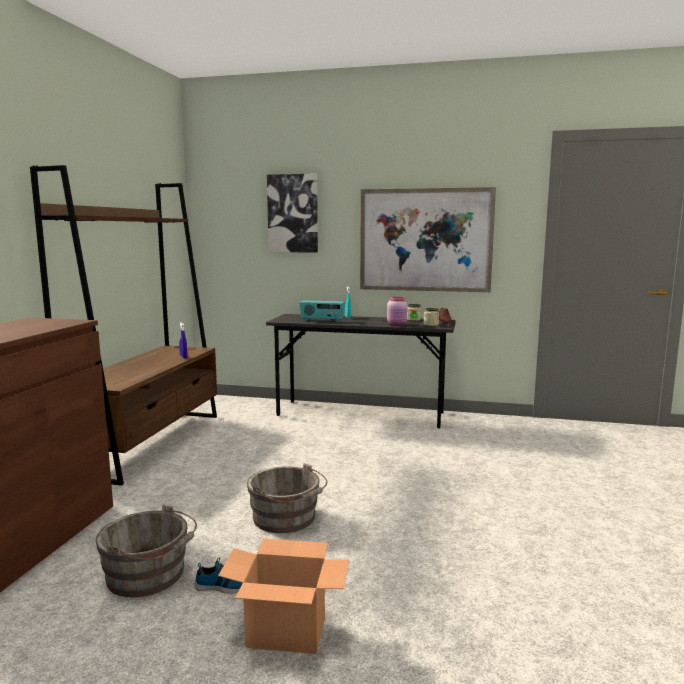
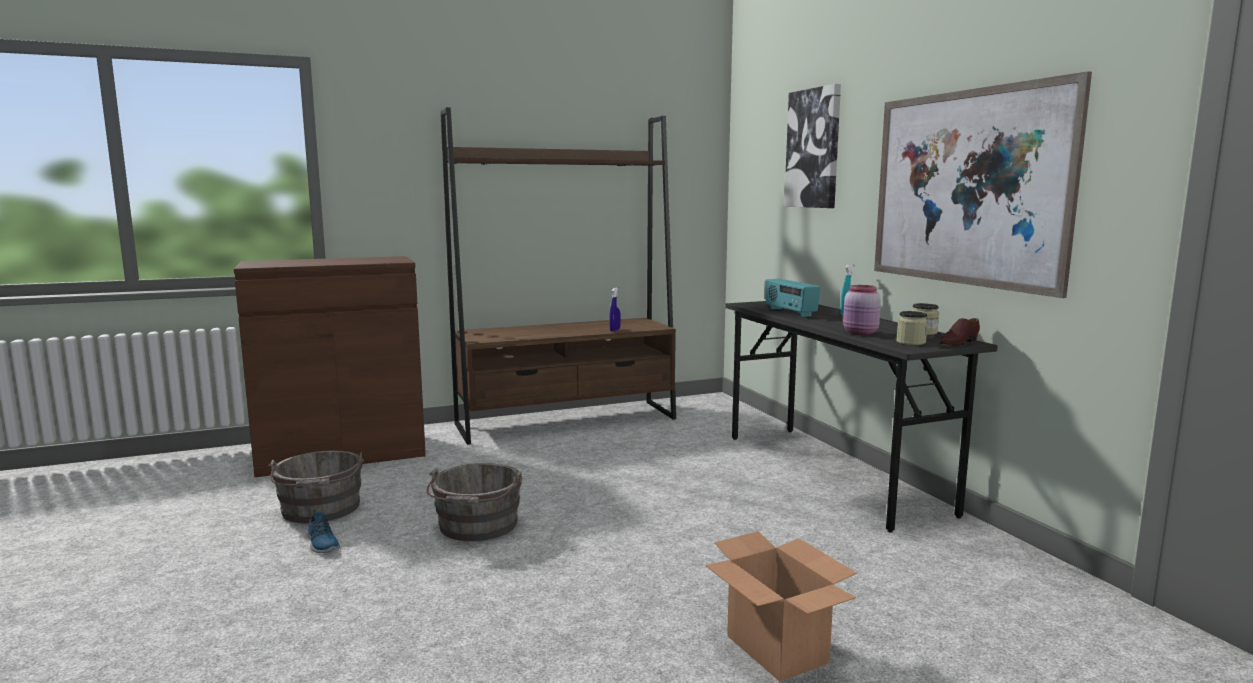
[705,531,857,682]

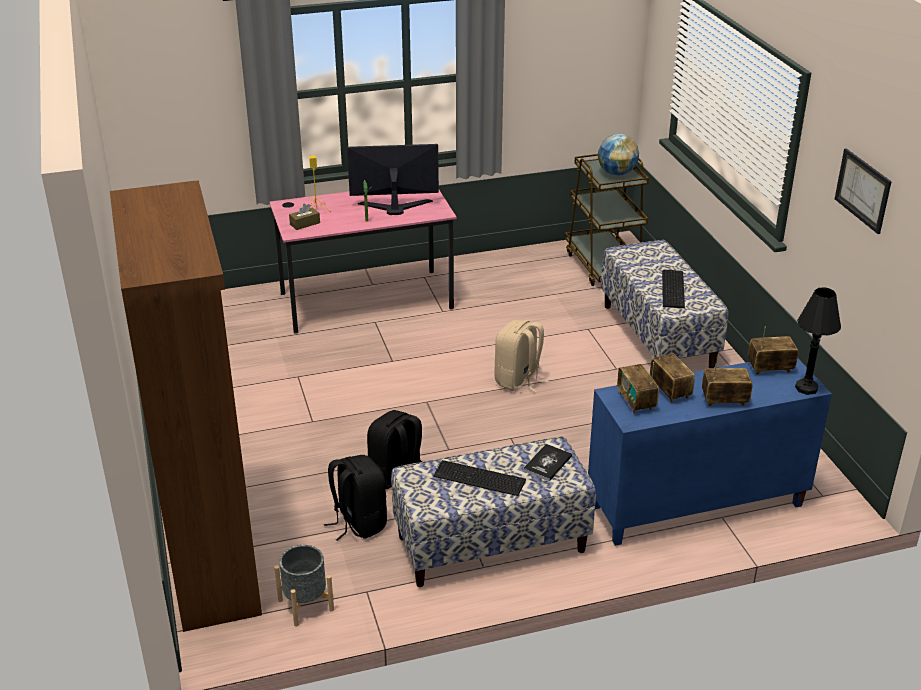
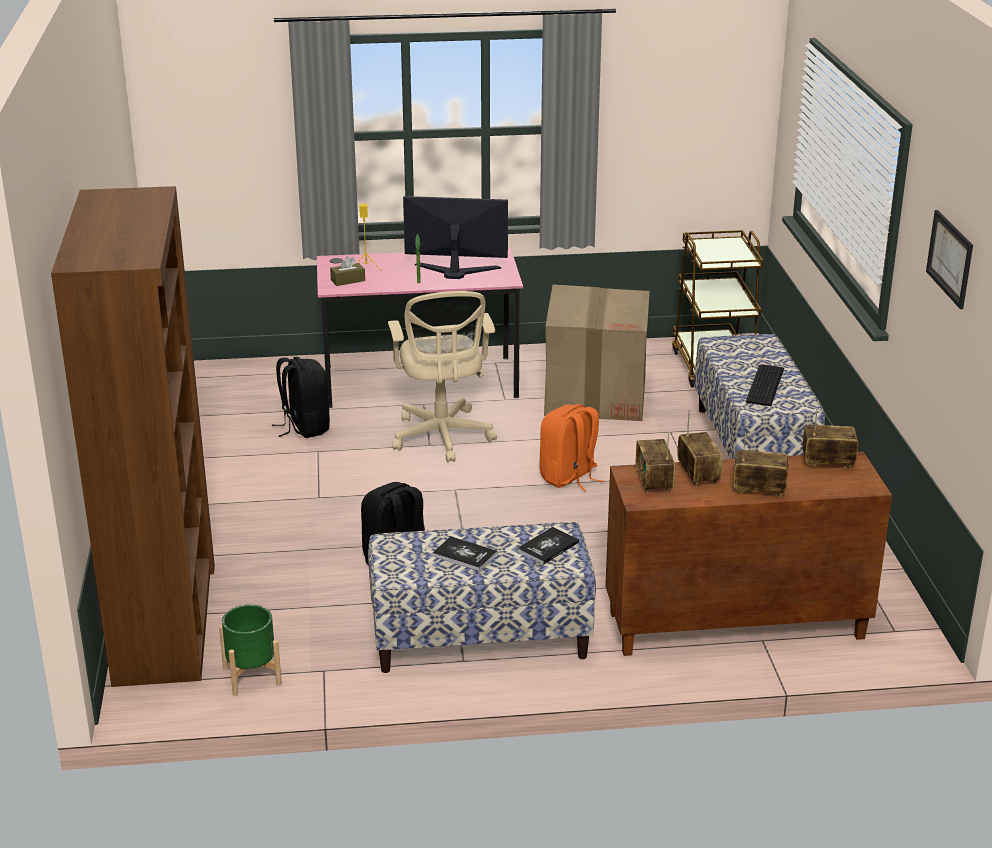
[219,604,282,696]
[272,357,330,438]
[388,291,497,463]
[432,536,498,571]
[540,404,603,492]
[544,285,650,421]
[605,452,892,656]
[598,134,639,176] (first image)
[795,287,841,395] (first image)

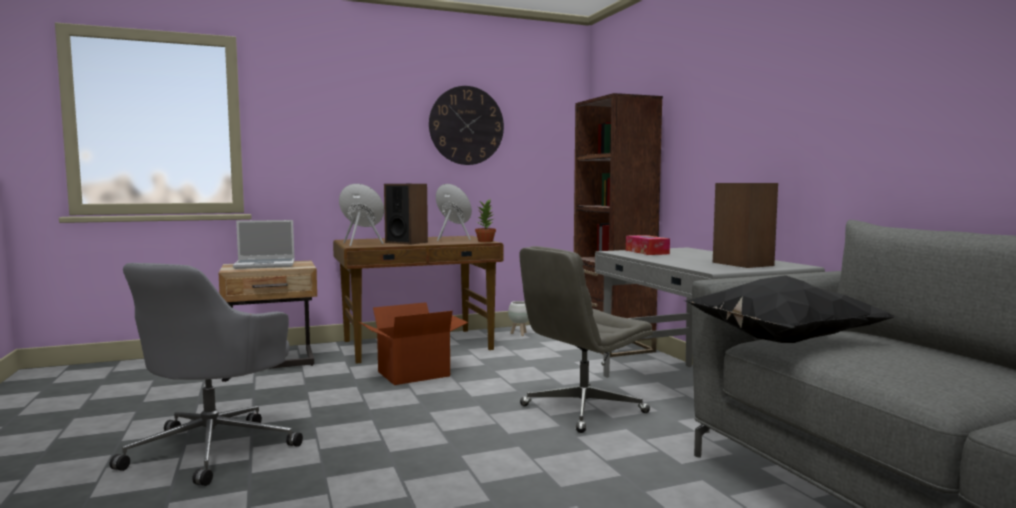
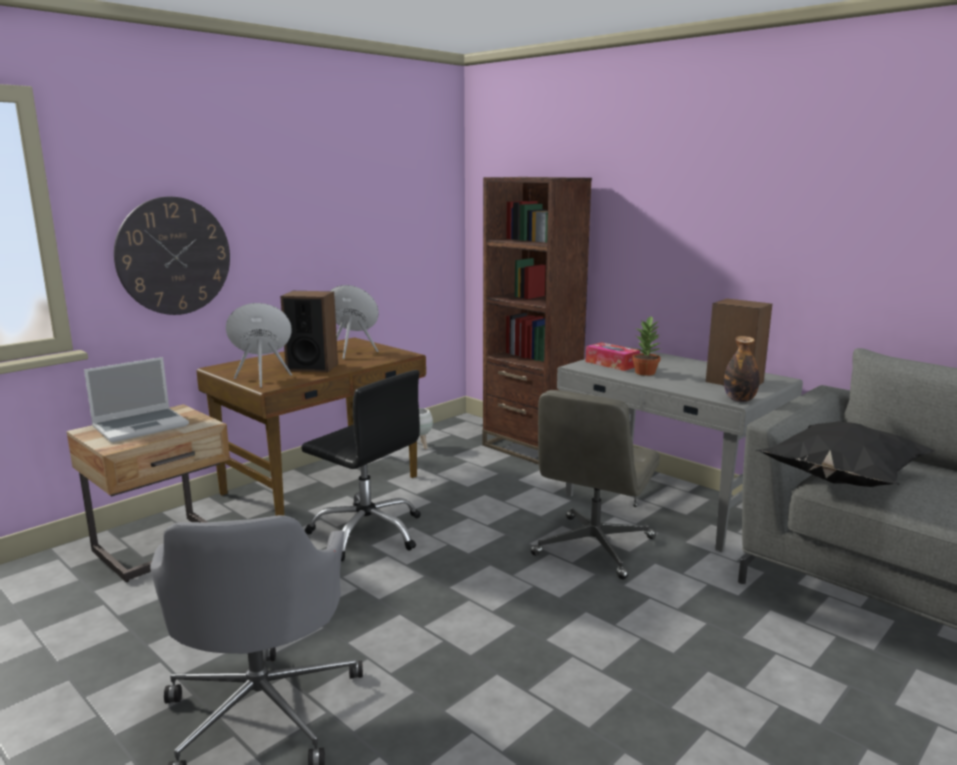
[114,197,230,315]
[301,370,421,561]
[632,315,661,376]
[724,336,760,402]

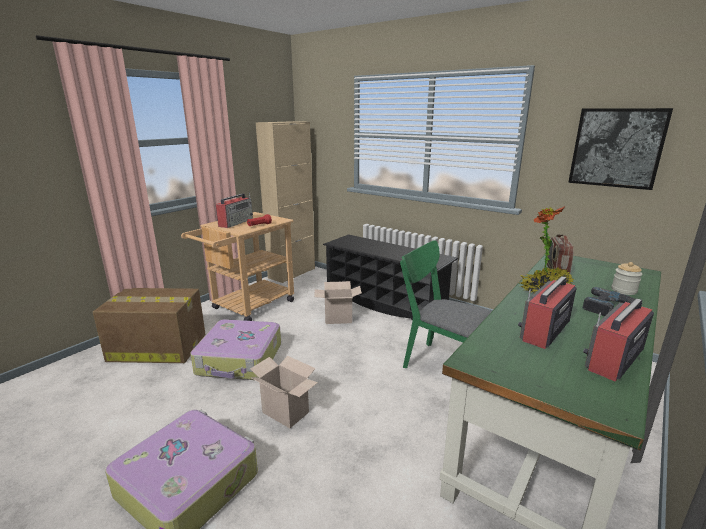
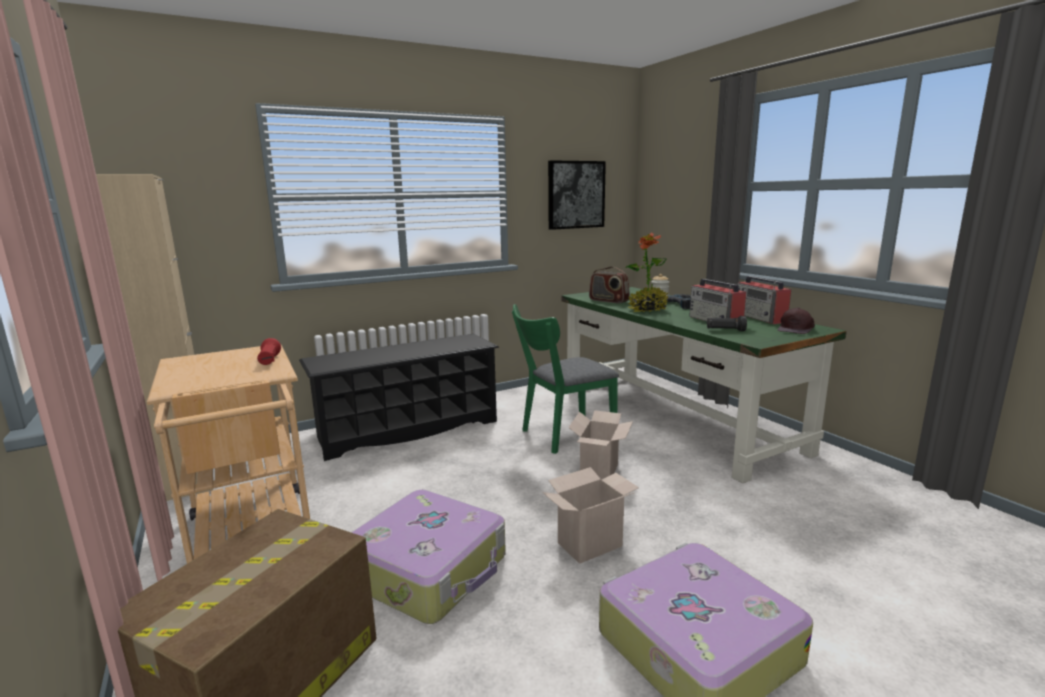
[568,410,633,480]
[706,316,747,331]
[777,308,815,334]
[216,192,253,228] (first image)

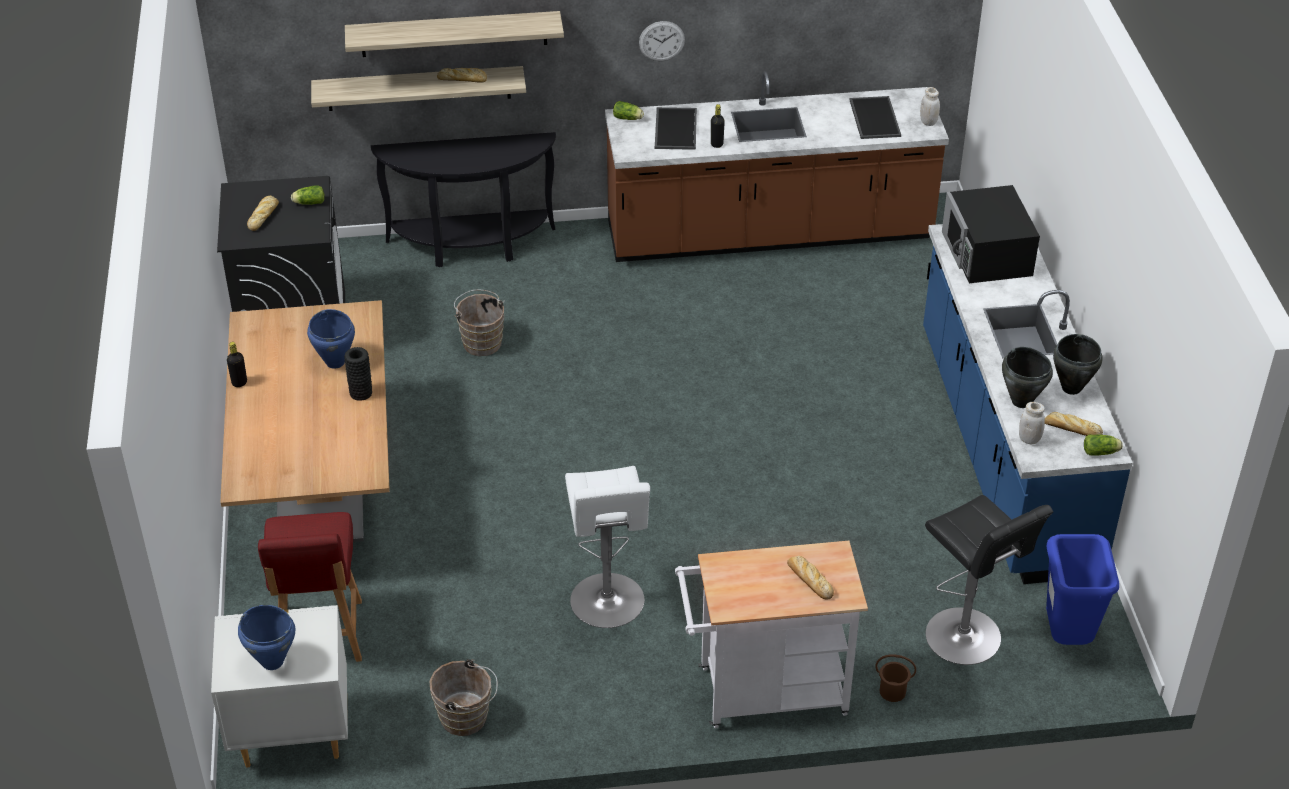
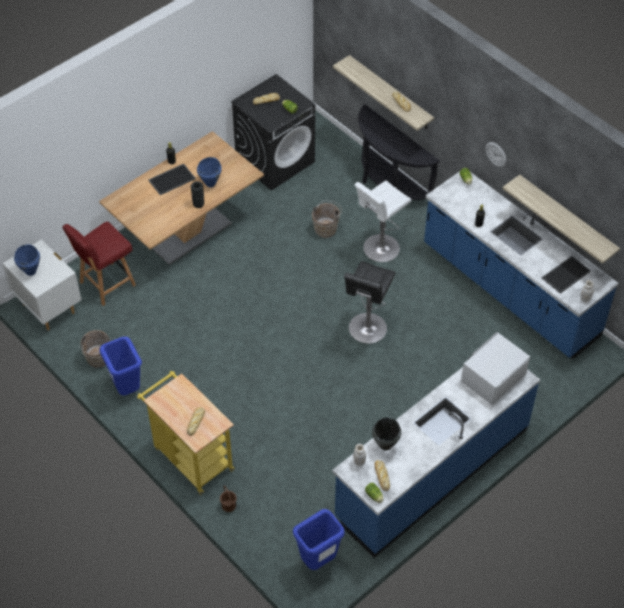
[100,337,142,395]
[137,371,234,495]
[148,164,196,195]
[344,261,396,344]
[355,181,412,262]
[424,171,618,359]
[461,332,530,405]
[502,175,620,264]
[1053,334,1103,395] (first image)

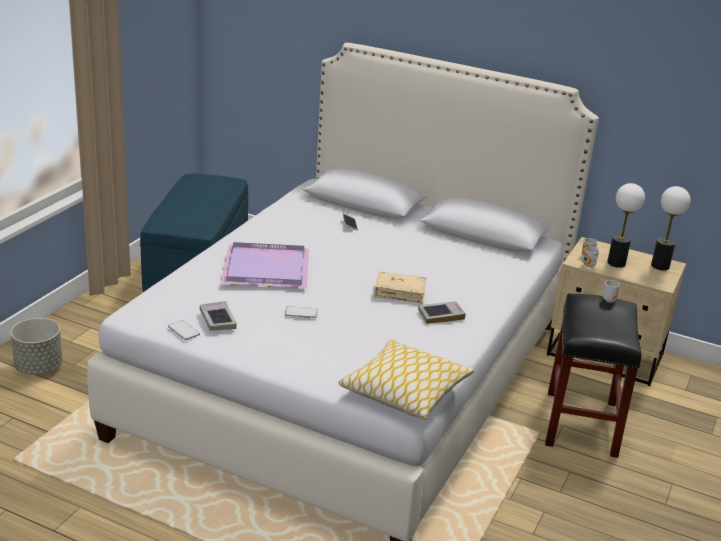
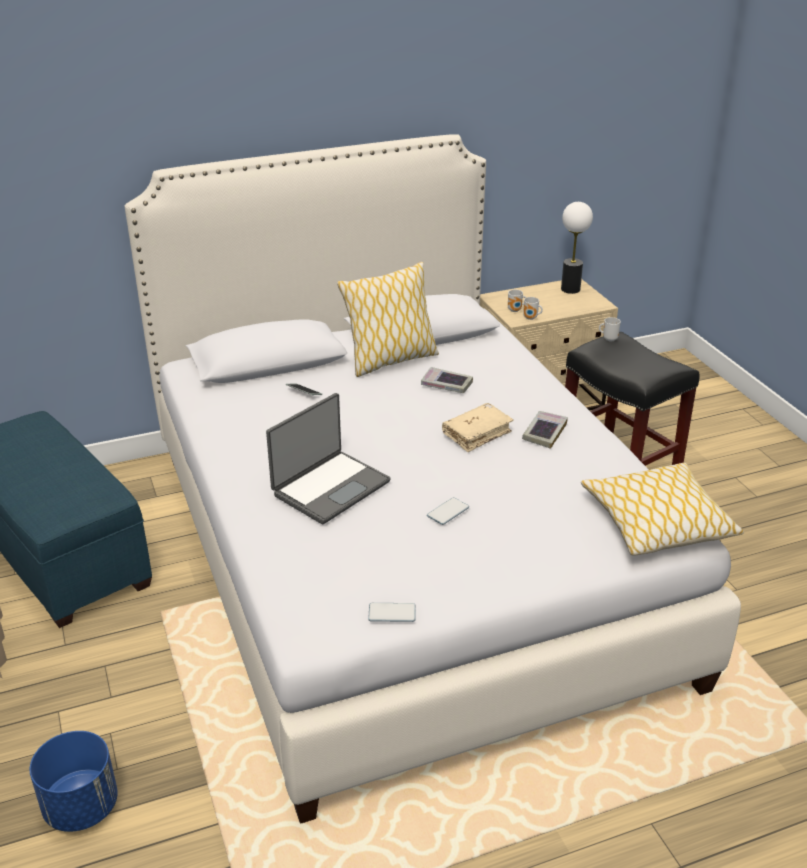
[29,731,118,832]
[266,393,390,524]
[337,262,439,377]
[421,367,473,393]
[607,183,645,268] (first image)

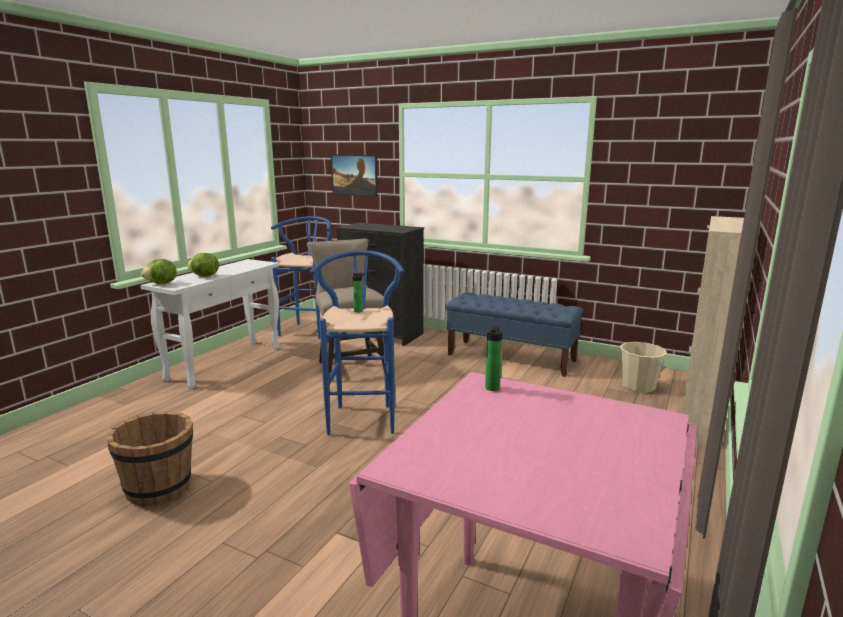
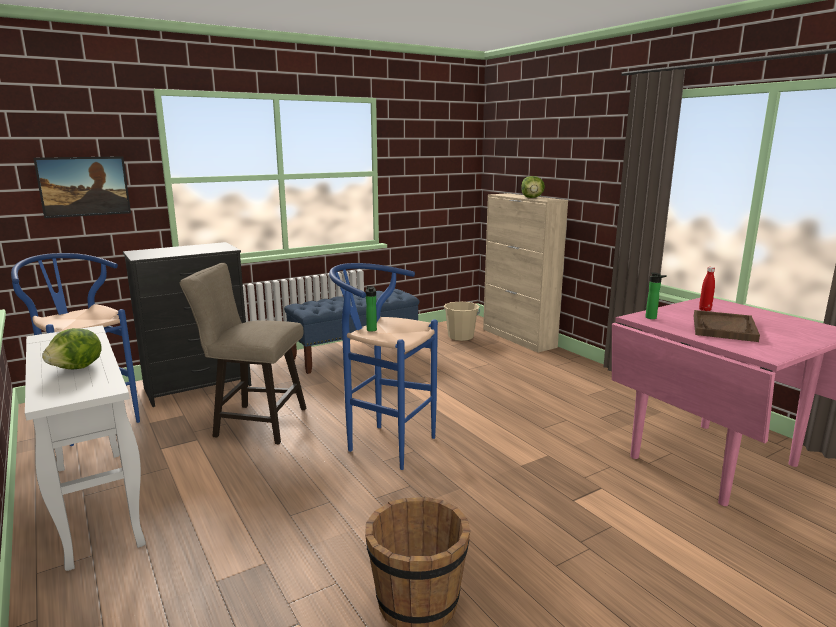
[521,176,545,198]
[694,310,760,342]
[699,267,715,311]

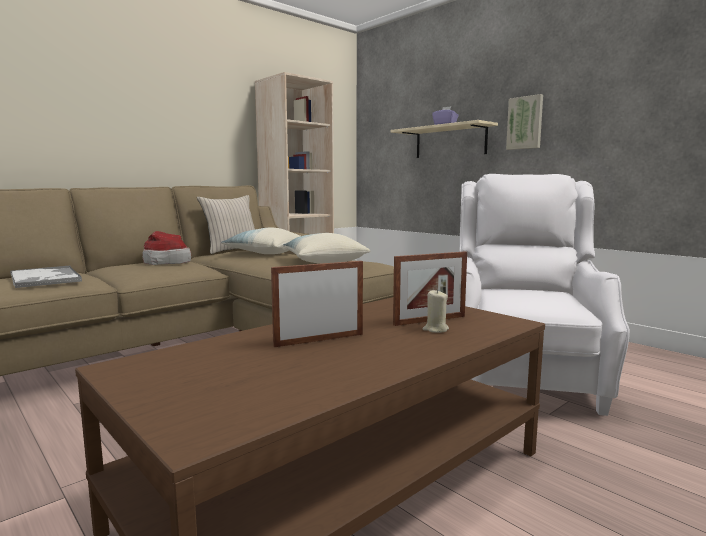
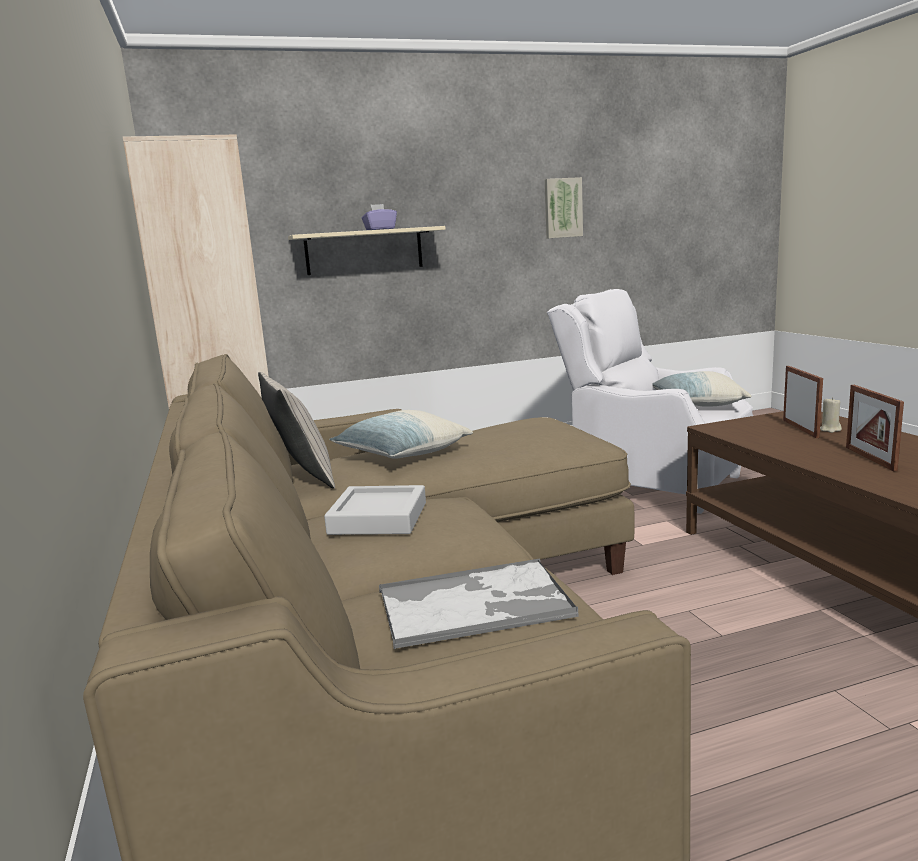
[324,485,426,535]
[545,177,583,239]
[652,371,751,407]

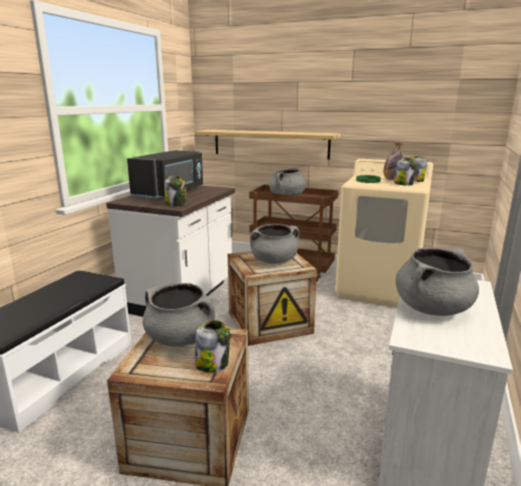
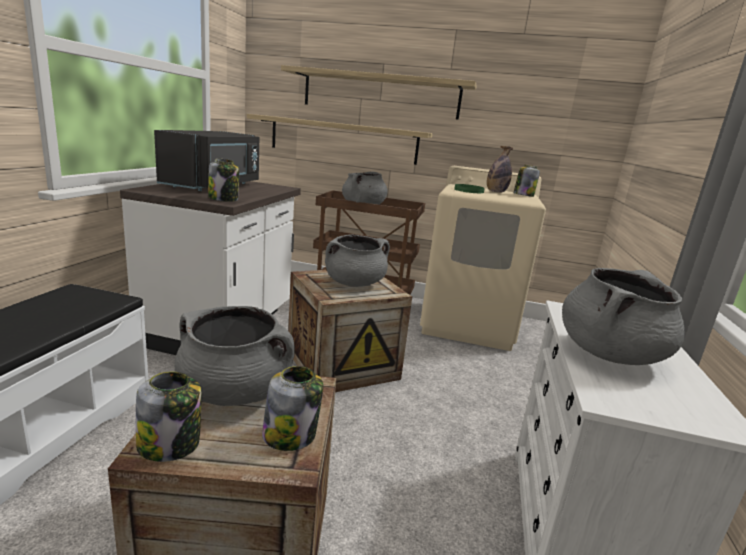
[136,371,202,462]
[281,65,477,120]

